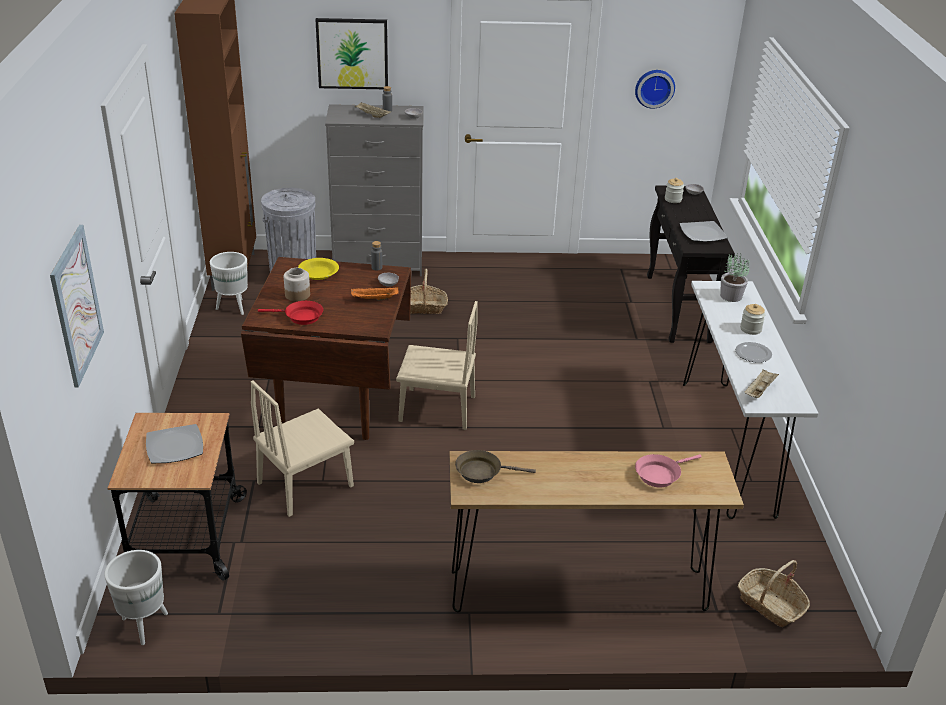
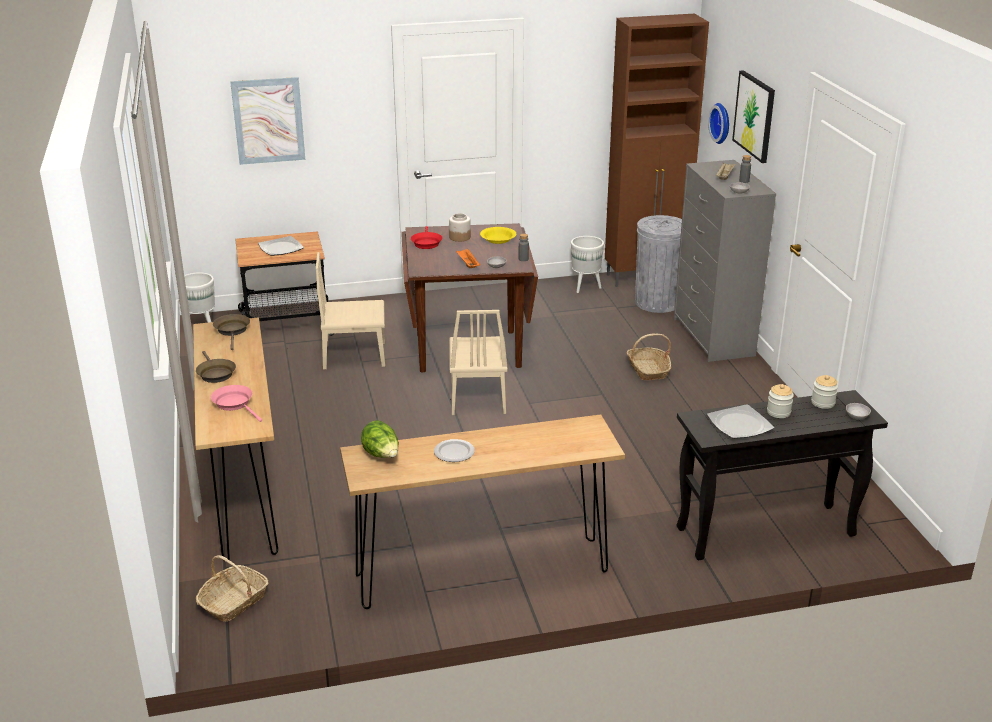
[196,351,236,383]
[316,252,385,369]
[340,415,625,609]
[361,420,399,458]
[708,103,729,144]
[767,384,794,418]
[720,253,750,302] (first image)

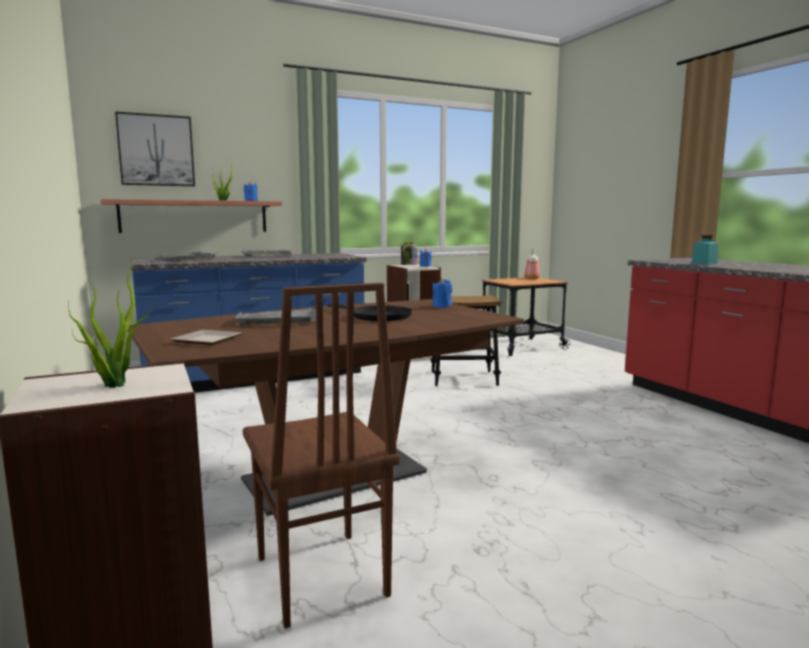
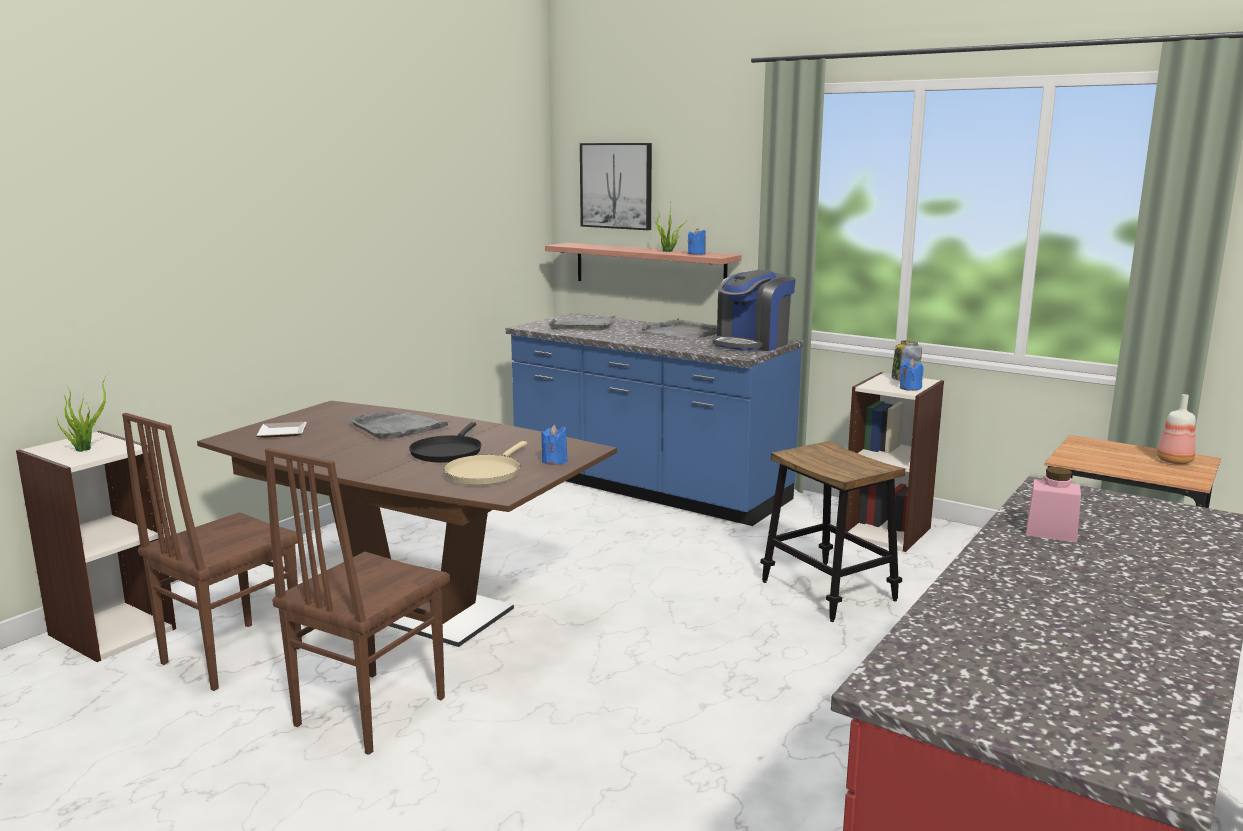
[265,448,450,755]
[444,441,527,485]
[712,270,796,351]
[1026,467,1081,542]

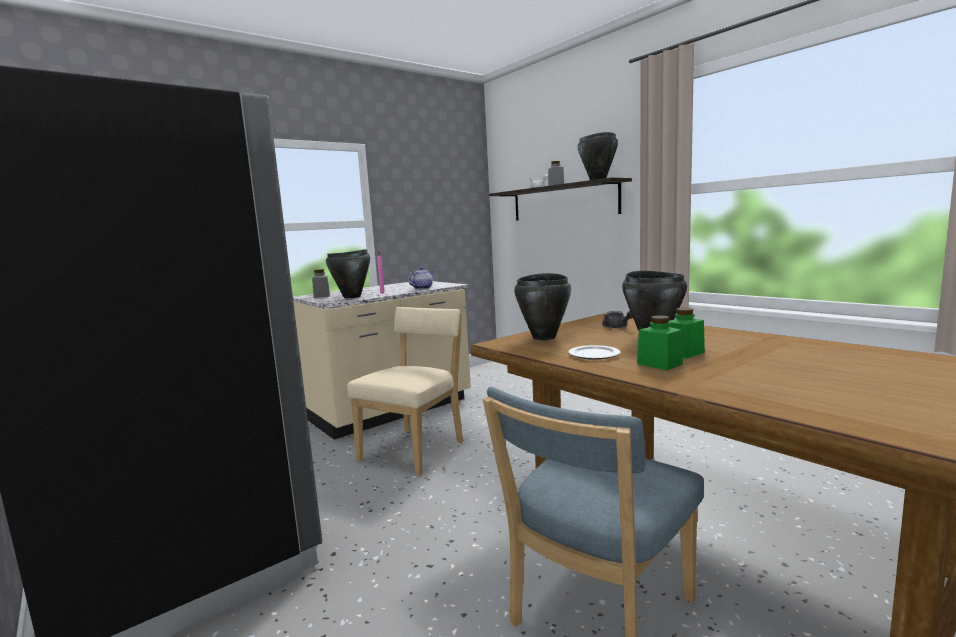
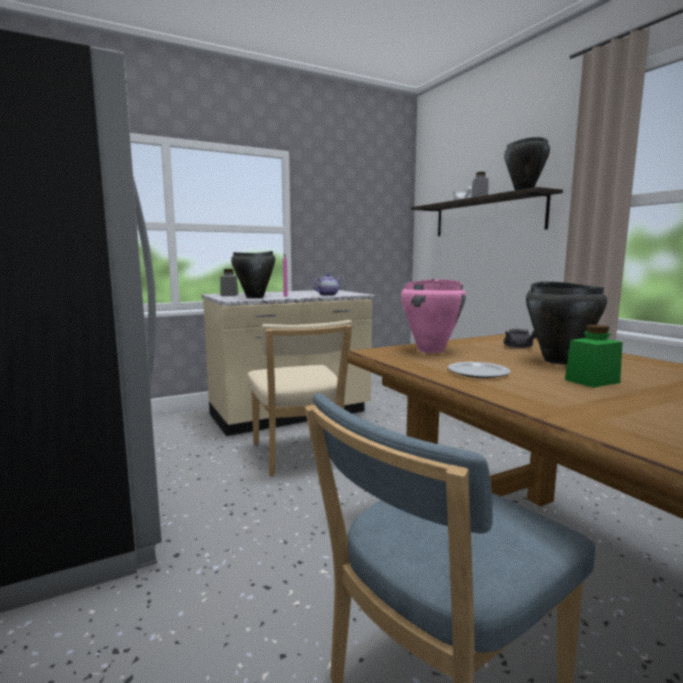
[248,320,352,476]
[401,279,466,353]
[637,315,683,370] (first image)

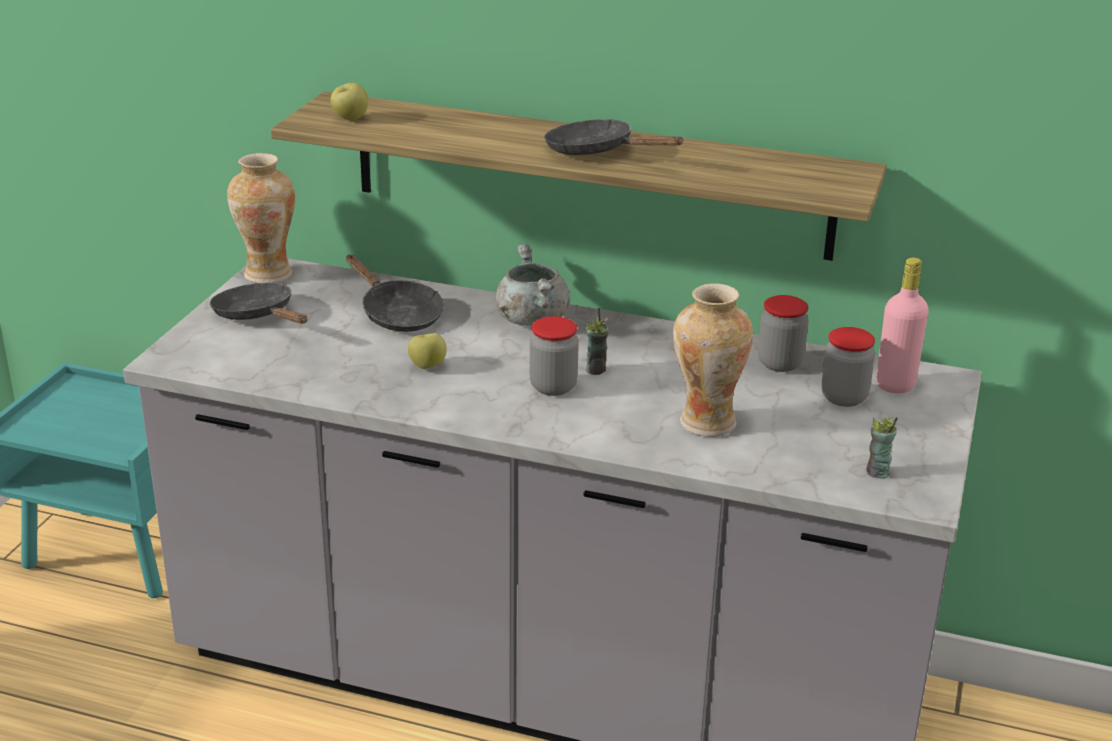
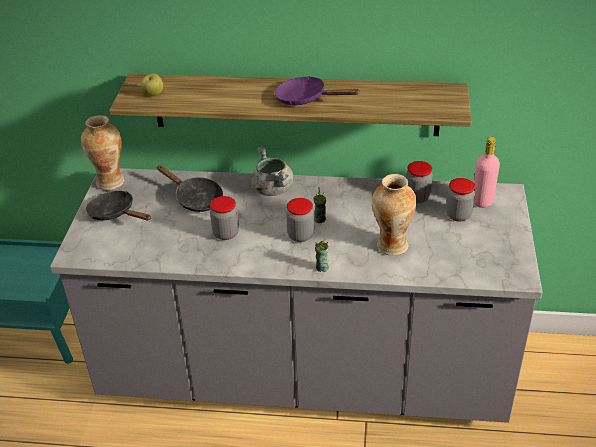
[210,196,239,240]
[274,76,360,105]
[315,240,329,272]

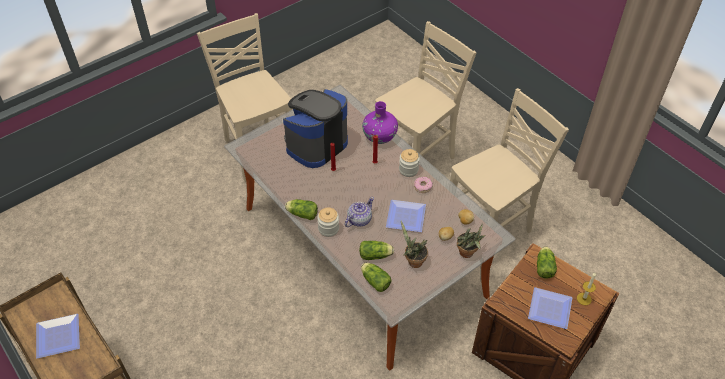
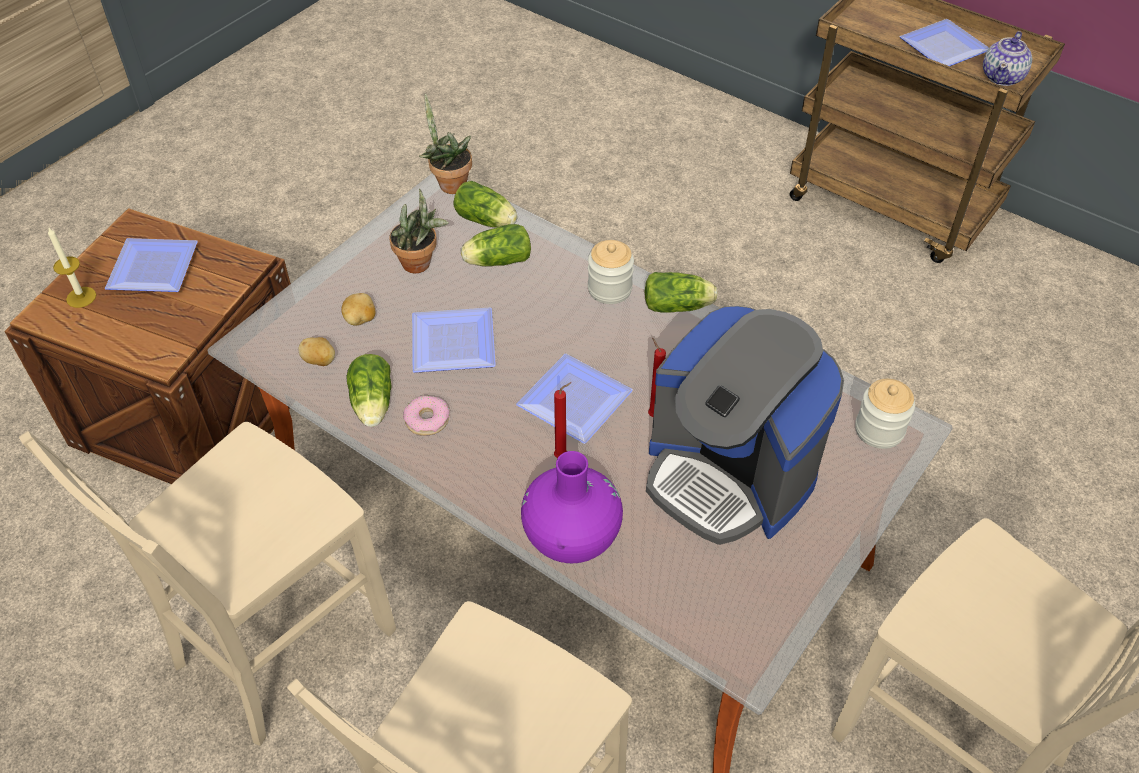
[346,354,392,427]
[419,94,472,194]
[516,354,633,444]
[646,306,844,545]
[855,379,915,449]
[983,31,1032,86]

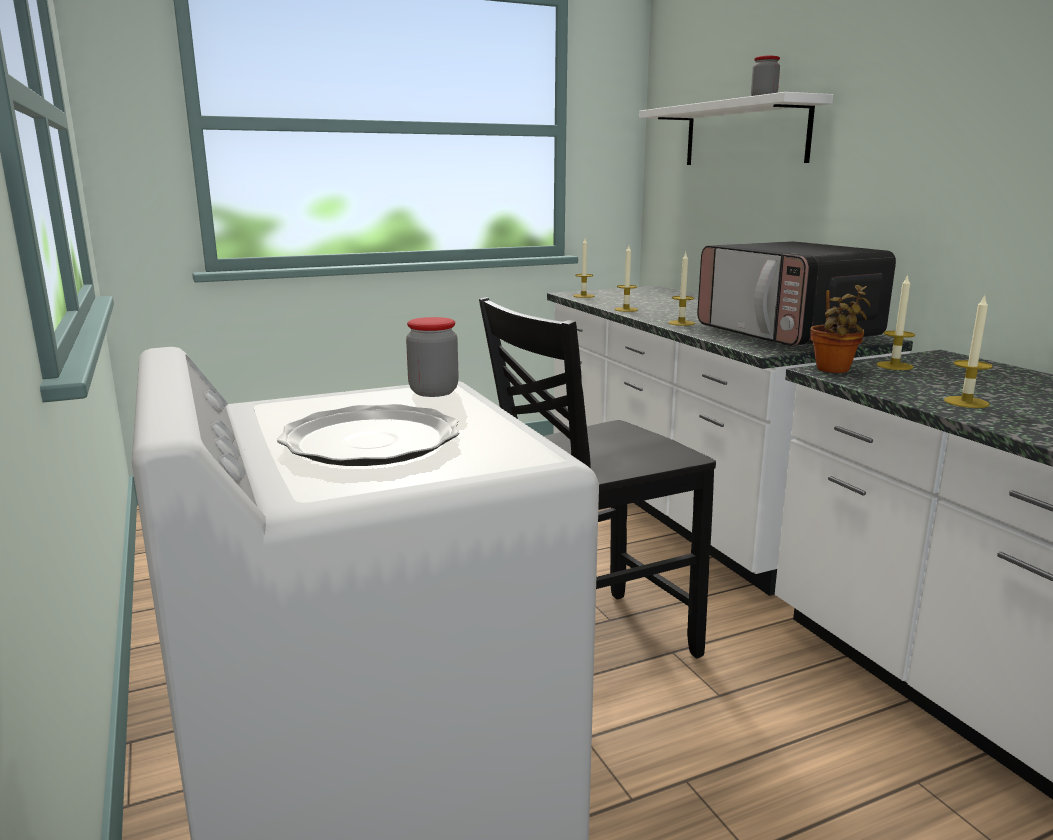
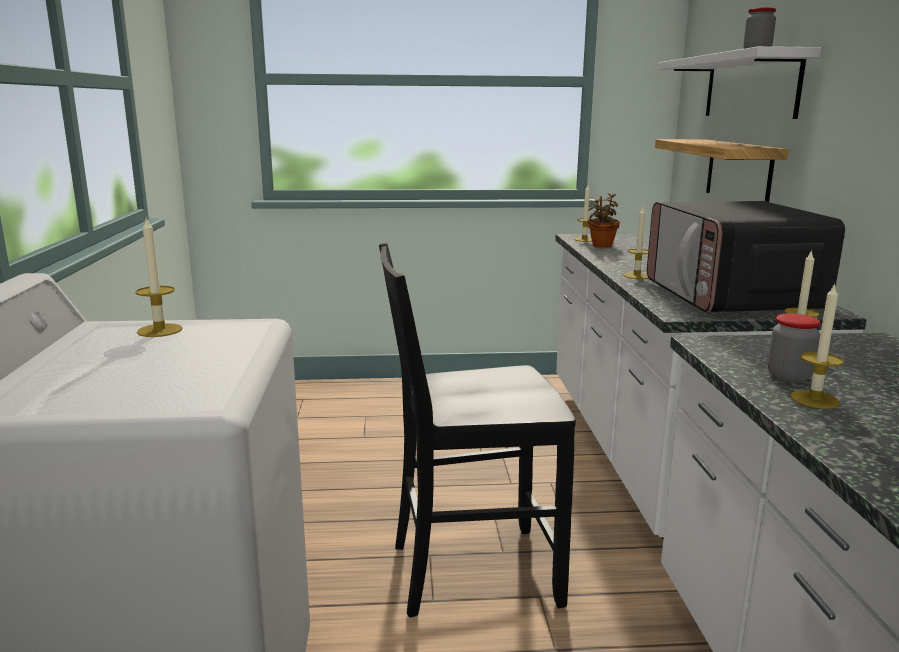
[135,216,182,337]
[588,193,620,248]
[655,139,788,202]
[768,313,821,383]
[277,404,459,466] (first image)

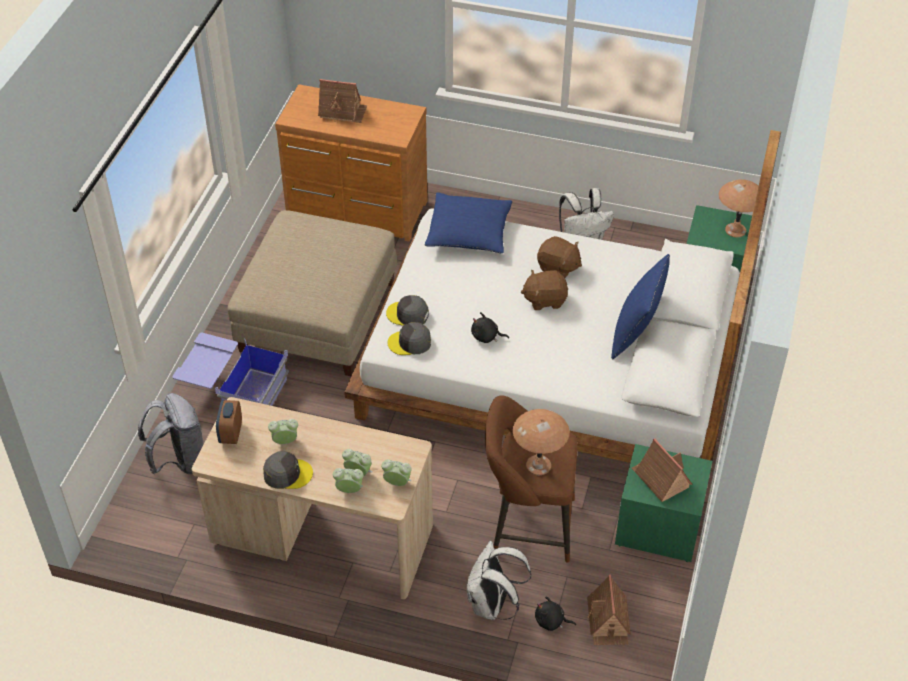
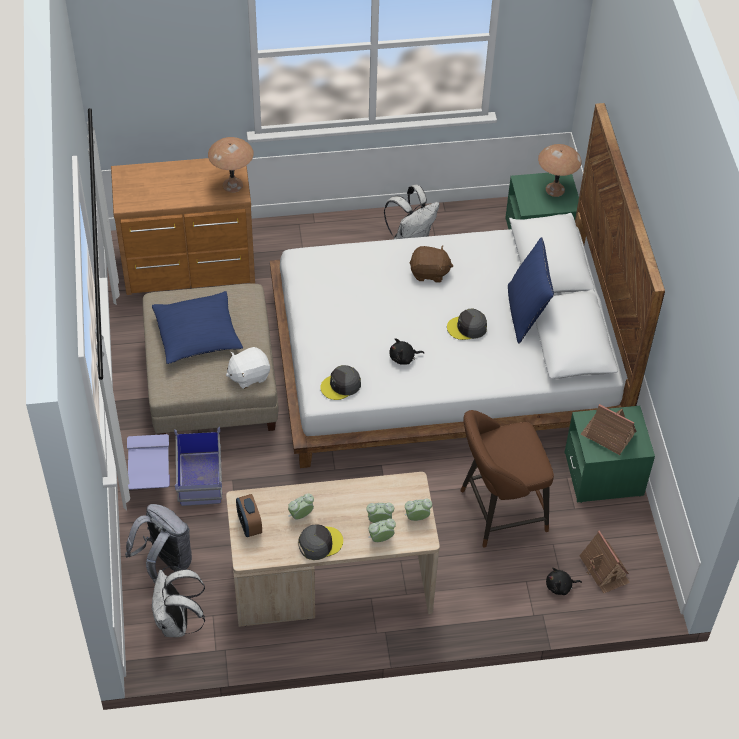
[152,291,243,364]
[152,569,205,637]
[208,137,254,193]
[226,347,270,389]
[447,309,487,340]
[318,79,367,123] (first image)
[521,269,568,310] (first image)

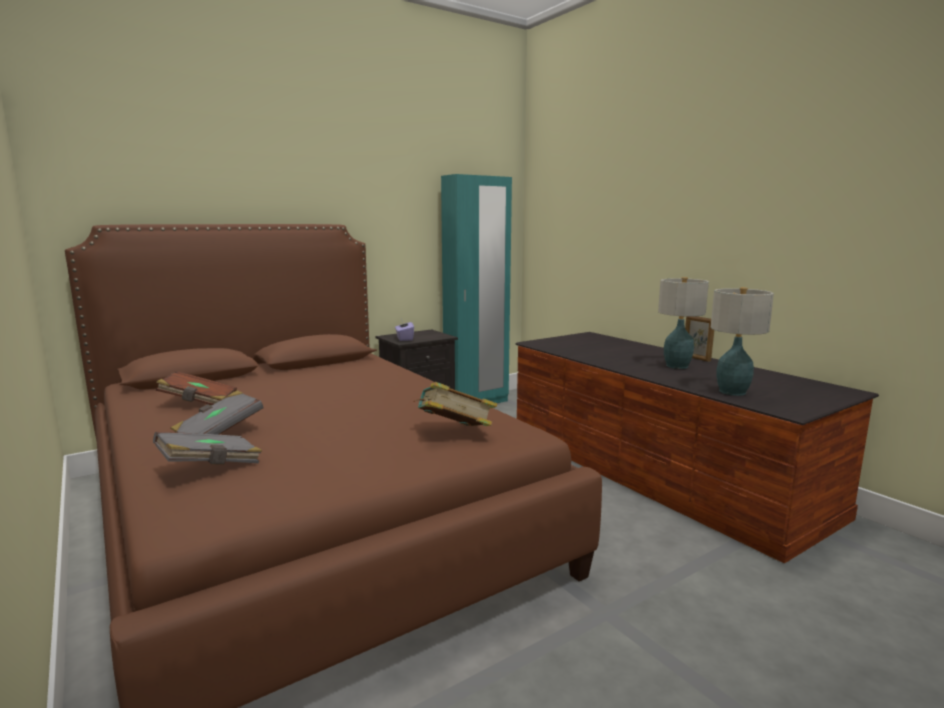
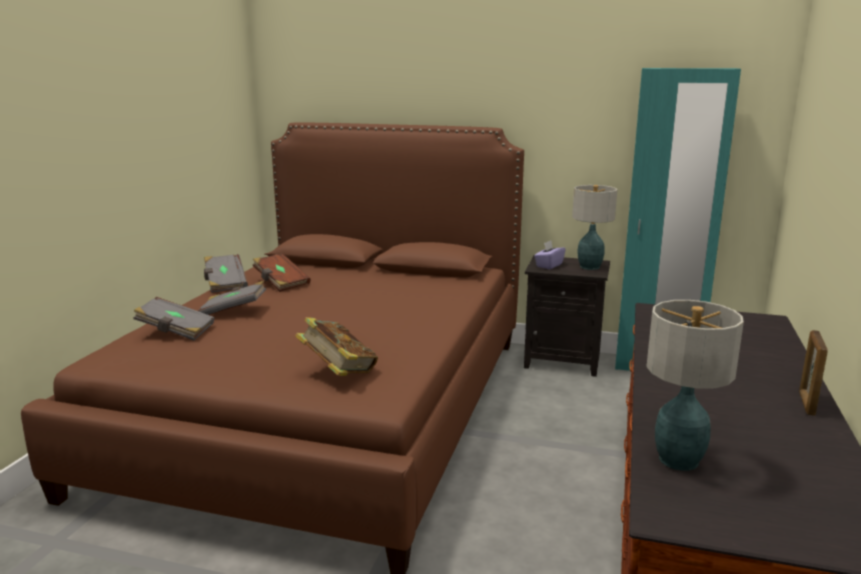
[204,254,248,293]
[572,185,617,270]

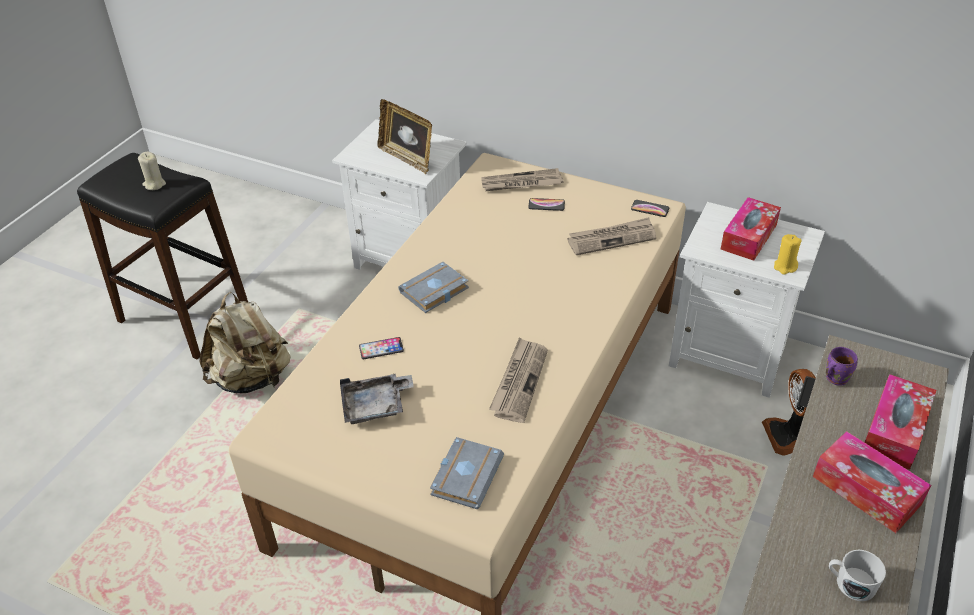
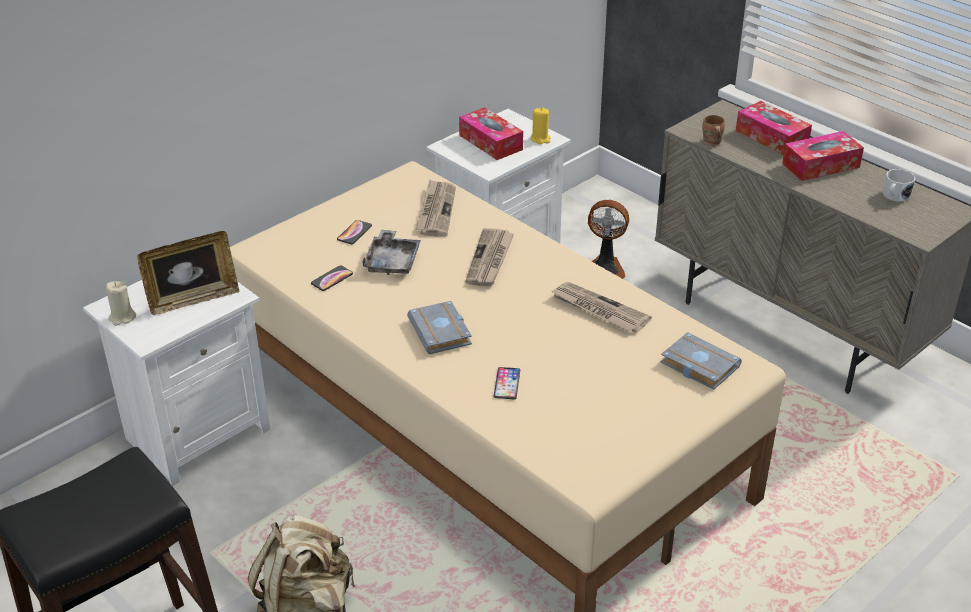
[106,281,136,326]
[311,265,353,291]
[362,229,421,275]
[465,228,514,286]
[702,115,725,145]

